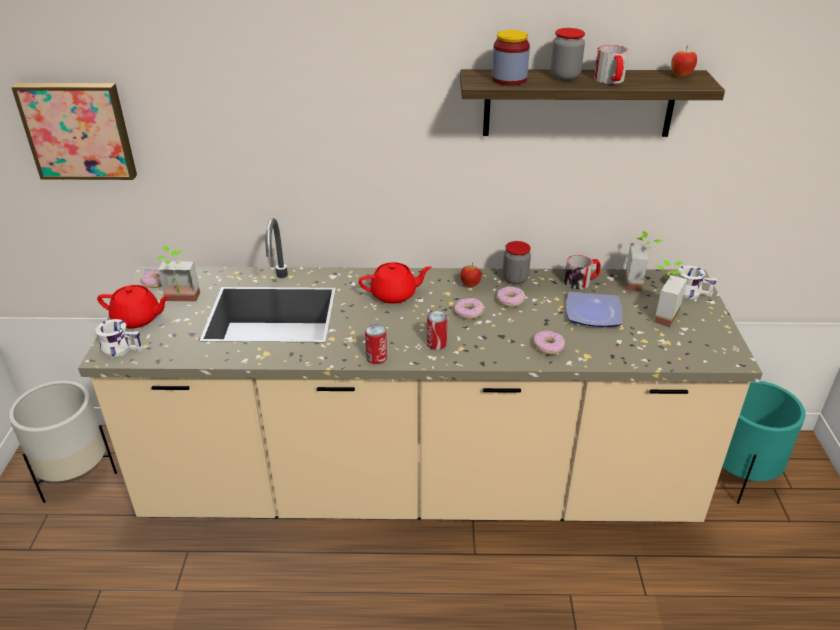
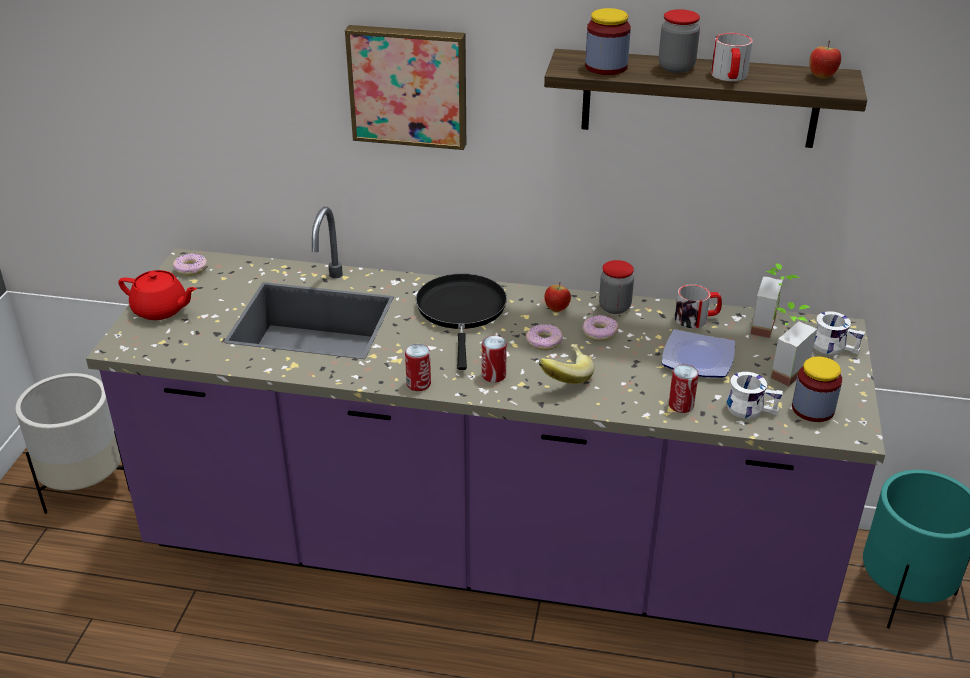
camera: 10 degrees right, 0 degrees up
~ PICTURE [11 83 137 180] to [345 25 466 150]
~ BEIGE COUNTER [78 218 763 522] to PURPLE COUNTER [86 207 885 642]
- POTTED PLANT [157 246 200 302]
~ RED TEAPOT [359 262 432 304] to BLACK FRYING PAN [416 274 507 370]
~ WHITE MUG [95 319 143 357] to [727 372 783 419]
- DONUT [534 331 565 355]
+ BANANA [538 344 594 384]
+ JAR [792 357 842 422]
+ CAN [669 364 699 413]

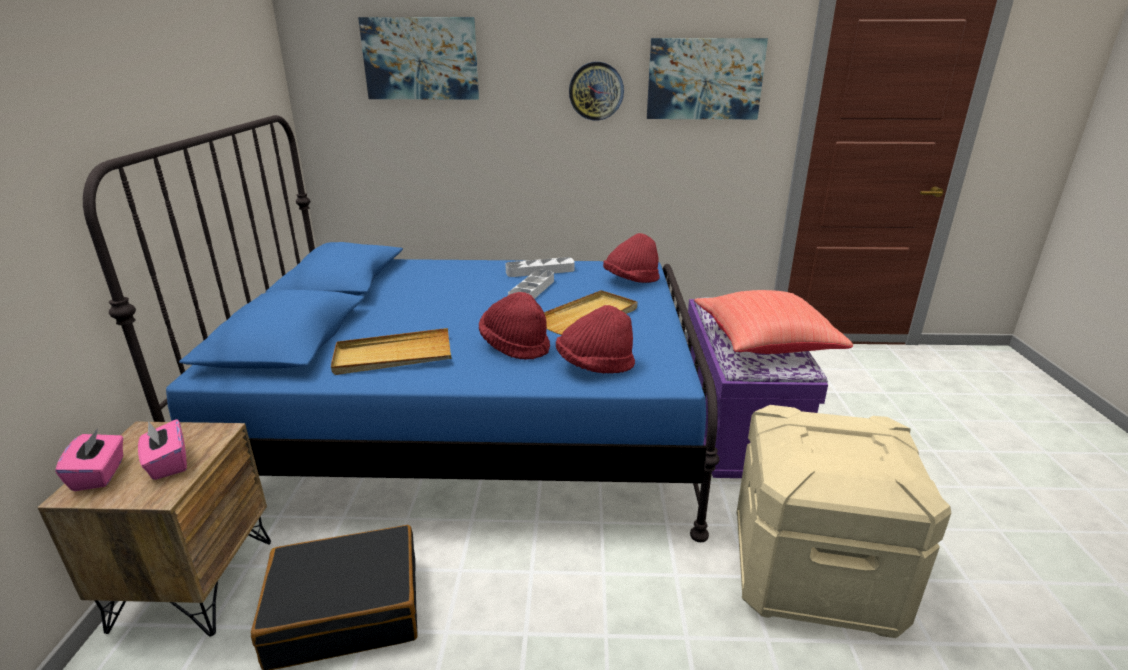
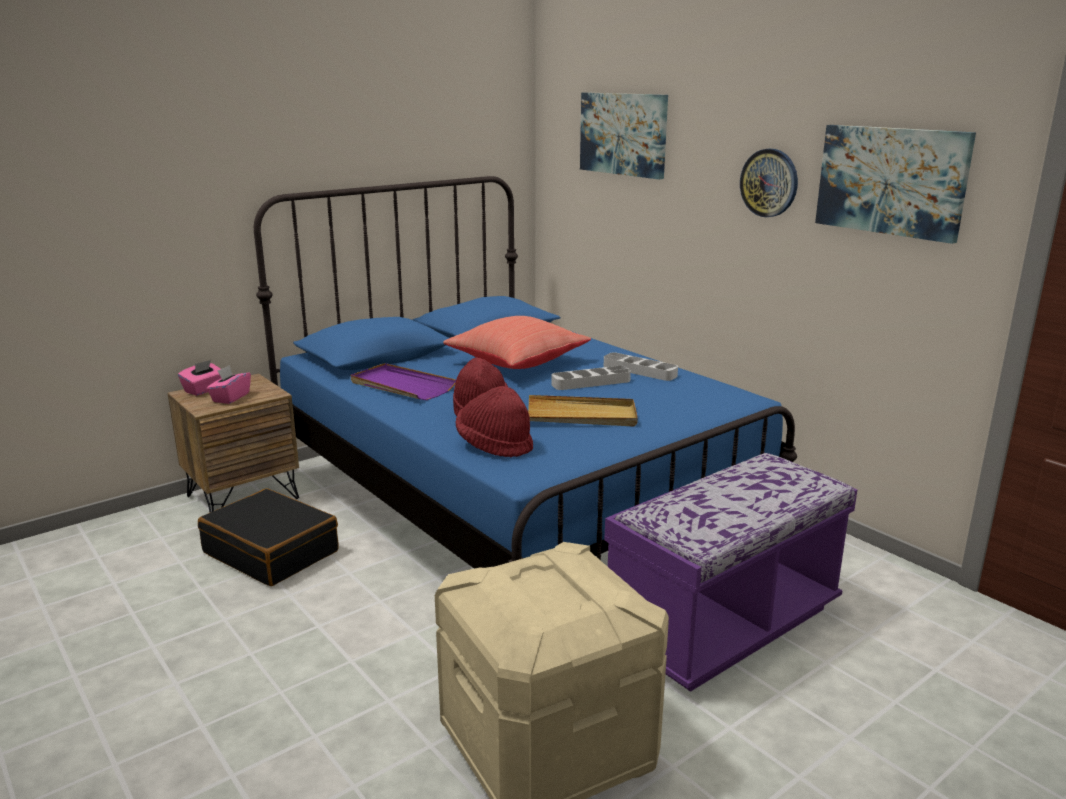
camera: 50 degrees right, 5 degrees down
- RED HAT [603 233 660 283]
~ RED PILLOW [694 290 853 354] to [443 316 591 369]
~ BEIGE TRAY [331 328 451 375] to PURPLE TRAY [351 363 456 400]

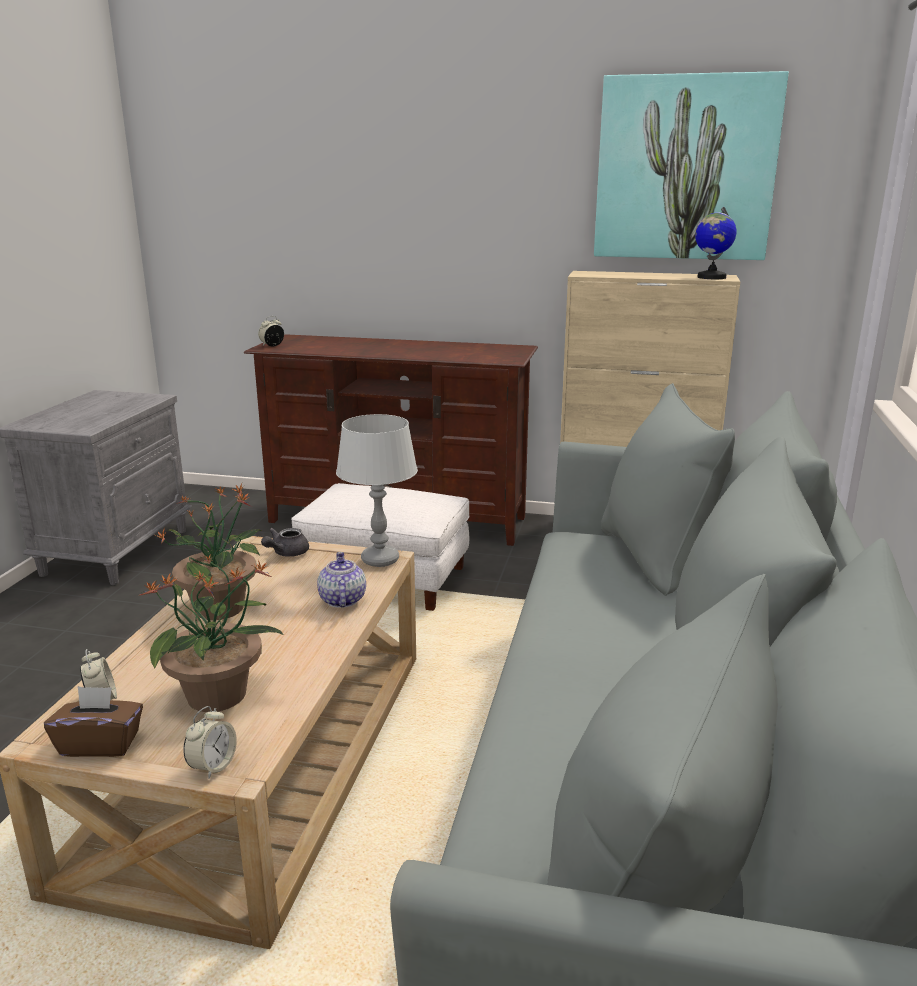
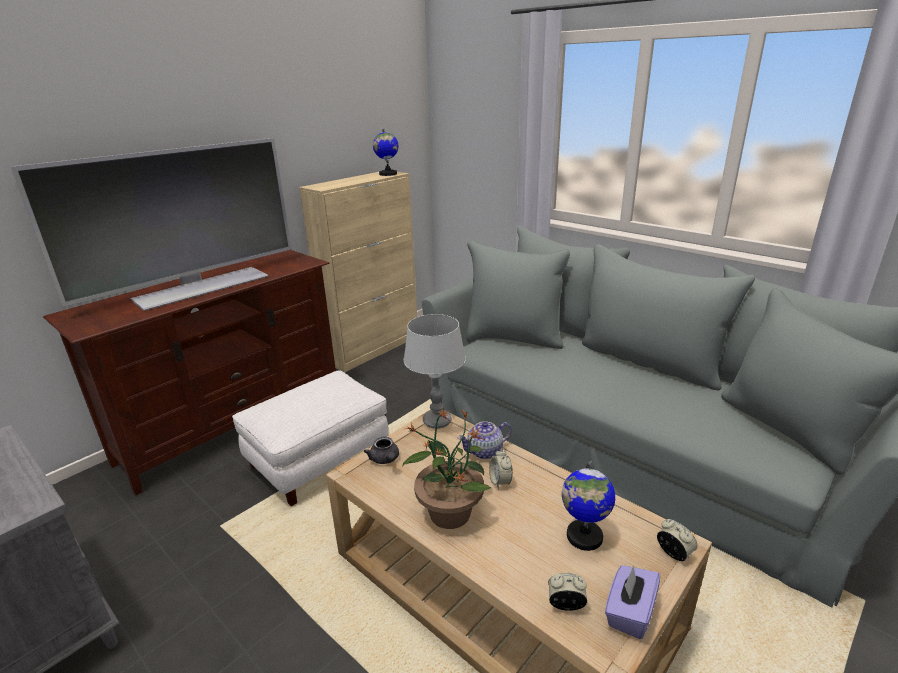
camera: 60 degrees left, 5 degrees up
- PICTURE [594 71 789 260]
~ ALARM CLOCK [258 316 284 347] to [489 449 513 489]
~ TEAPOT [317 552 366 608] = [458 422 511 459] 45 degrees counterclockwise
~ POTTED PLANT [138 555 283 712] to GLOBE [562 461 615 551]
~ BROWN TISSUE BOX [44 686 143 757] to PURPLE TISSUE BOX [605 565 660 639]
+ TELEVISION [10 138 292 311]

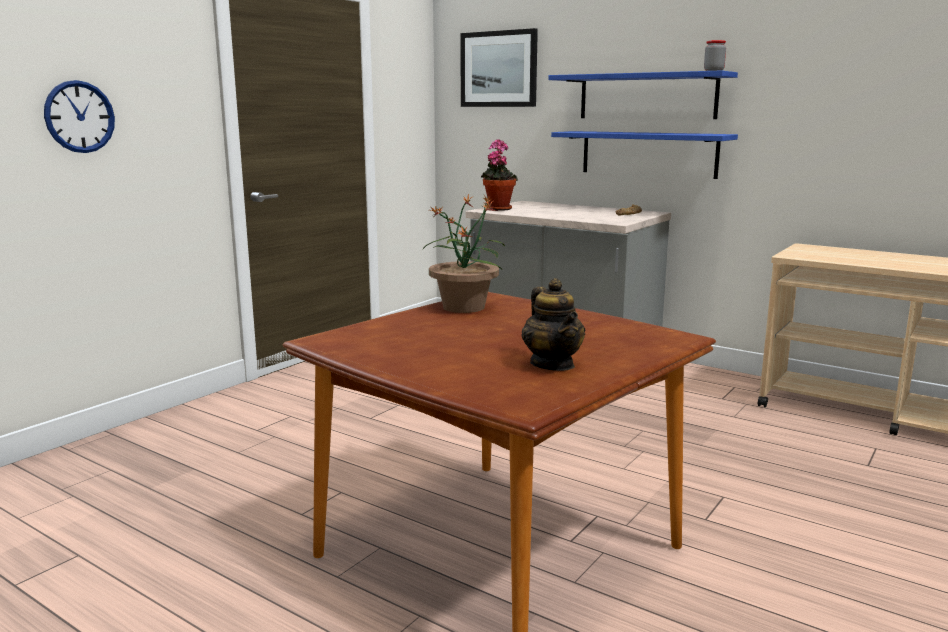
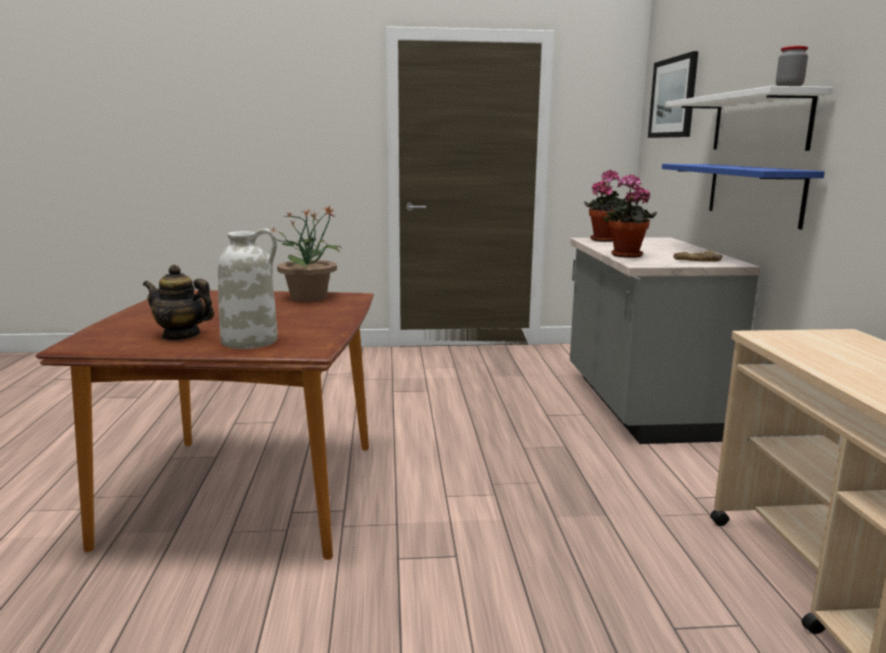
camera: 50 degrees right, 0 degrees up
~ BLUE SHELF [548 70 738 119] to WHITE SHELF [665 86 833 151]
- WALL CLOCK [44 80 115 153]
~ TEAPOT [522 278 585 371] = [143 265 214 341] 75 degrees clockwise
+ POTTED PLANT [603 174 657 258]
+ WHITE VASE [218 228 278 349]

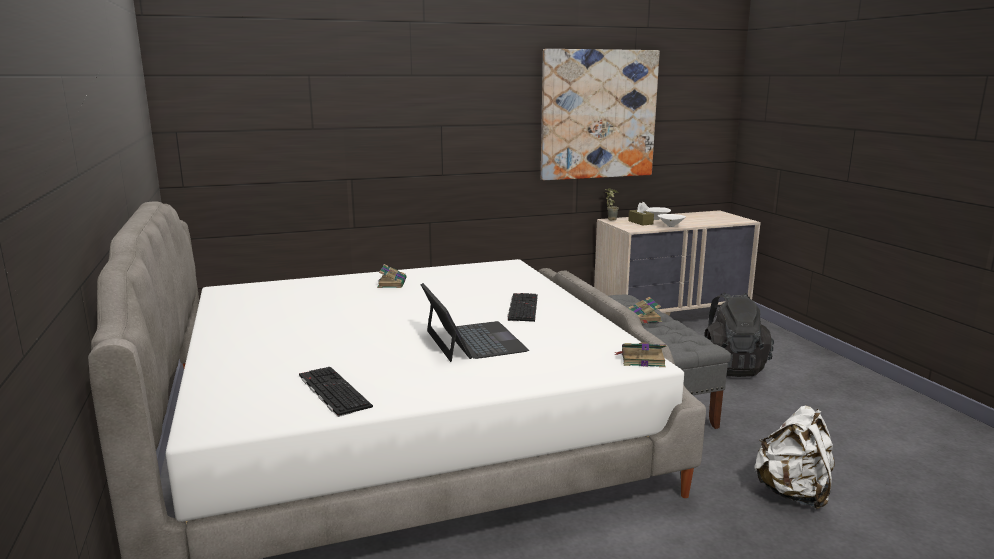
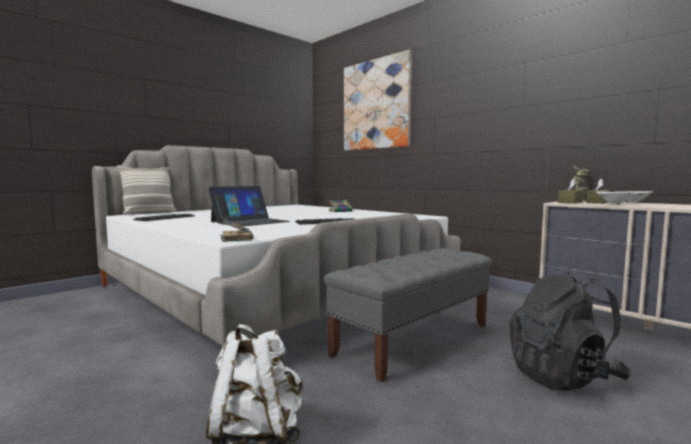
camera: 65 degrees right, 10 degrees down
~ PICTURE [541 49 660 180] to [344 50 412 151]
- BOOK [628 297 662 324]
+ PILLOW [117 165 176 215]
+ BROWN TISSUE BOX [558 178 584 204]

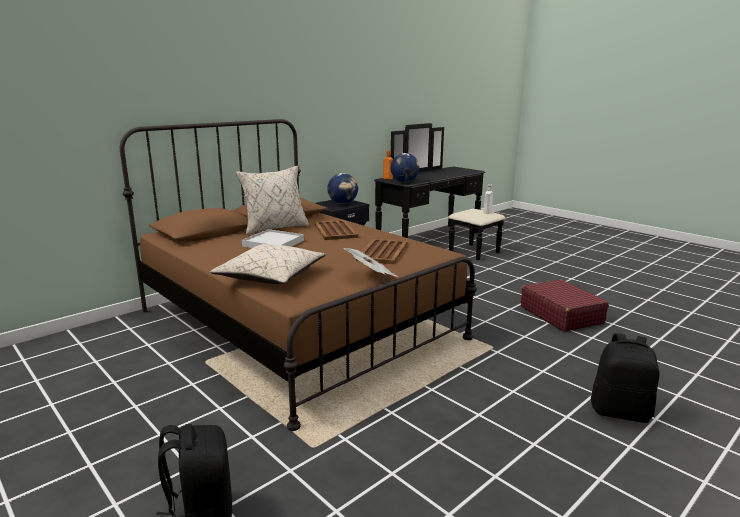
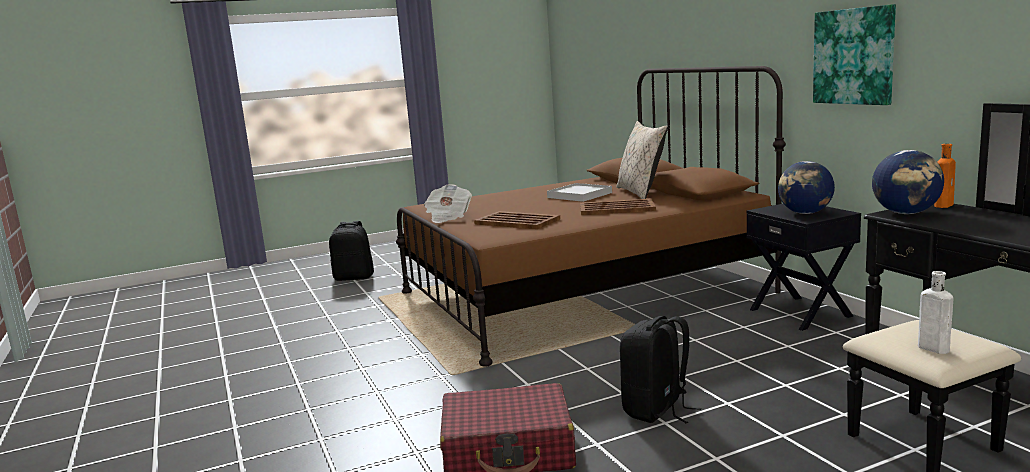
camera: 110 degrees right, 5 degrees down
- BEIGE PILLOW [210 244 326 284]
~ BLACK BACKPACK [591 333 660 423] to [620 316 701 424]
+ PICTURE [813 4 896 105]

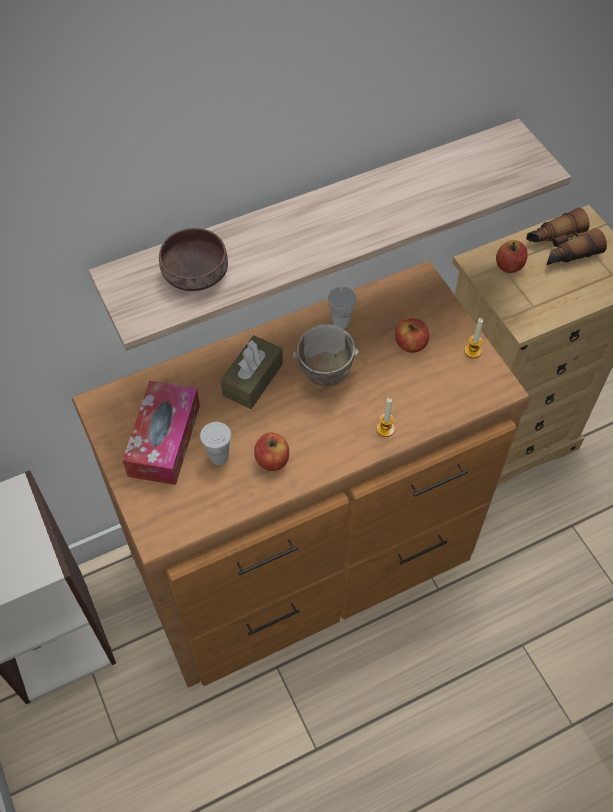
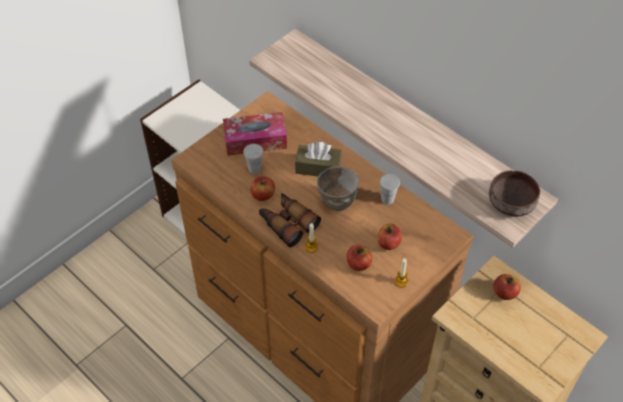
camera: 70 degrees right, 5 degrees down
~ BINOCULARS [526 208 607 265] to [259 193 321 247]
~ BROWN BOWL [159 228 228 291] to [489 170 540 217]
+ APPLE [346 245 372 271]

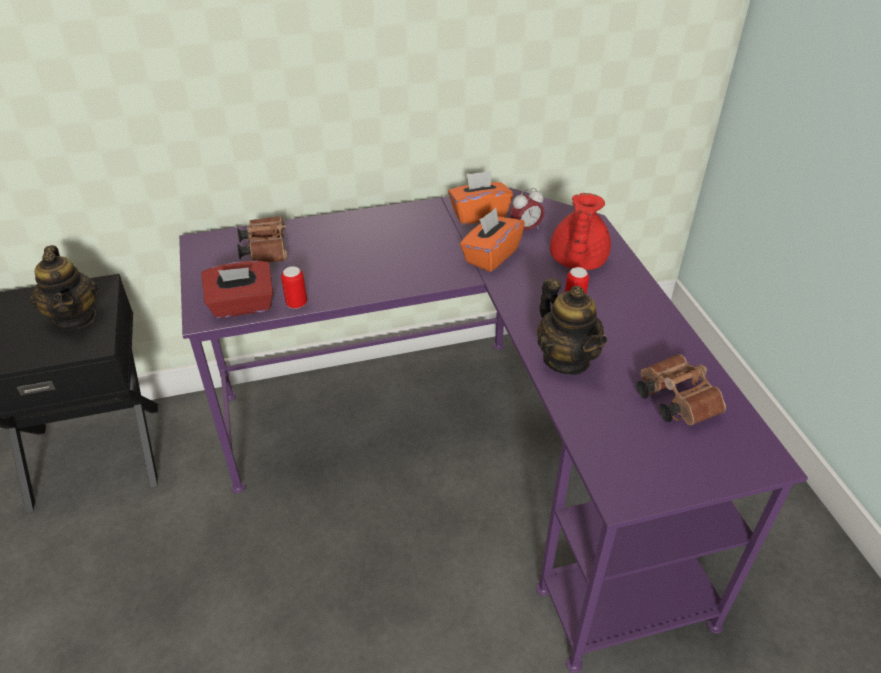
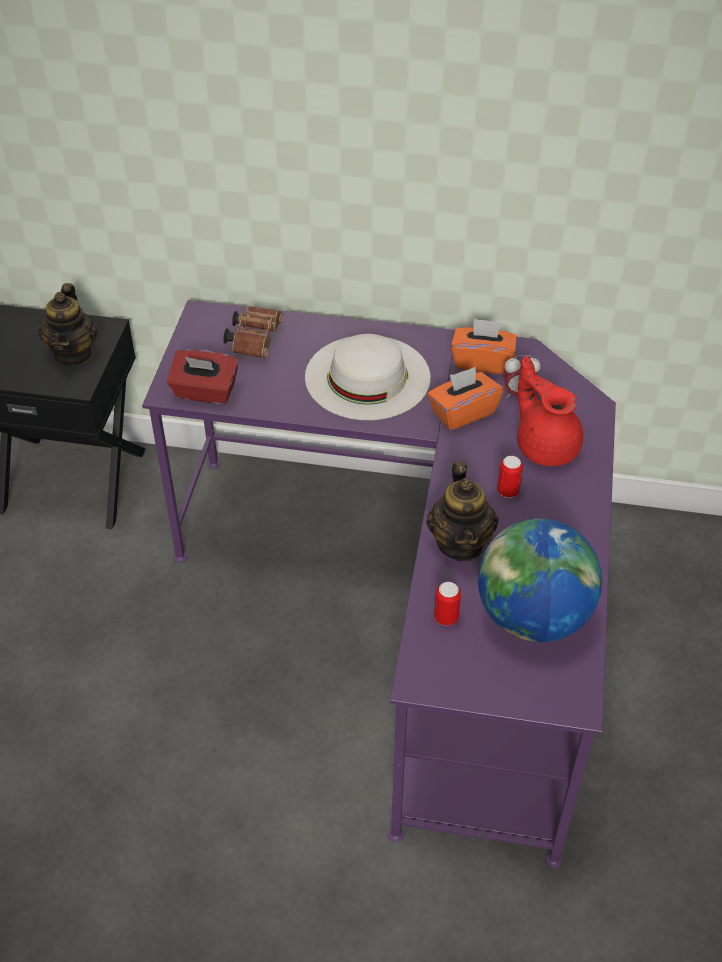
camera: 25 degrees right, 5 degrees up
~ RED TEAPOT [550 193 611 270] = [517 356 583 466] 105 degrees clockwise
~ CAN [281 266 307 309] to [434 582 461 626]
~ BROWN BINOCULARS [636 354 726 426] to GLOBE [478 519 602 642]
+ WHITE HAT [305 334 431 420]

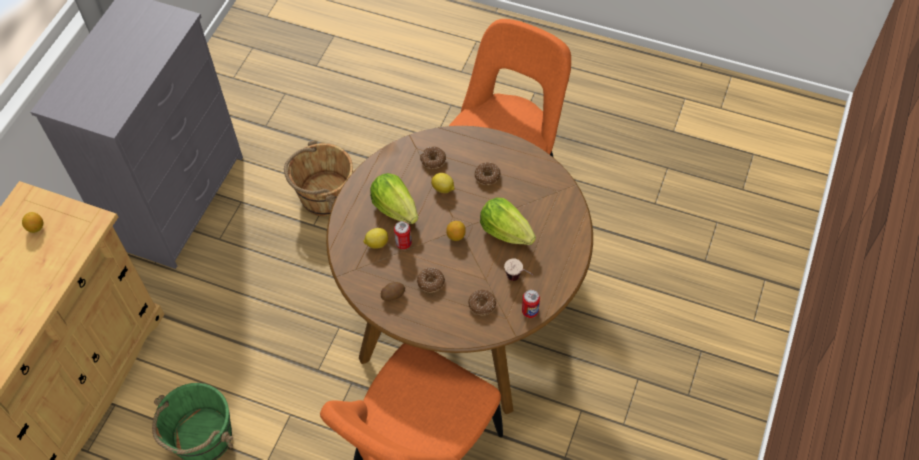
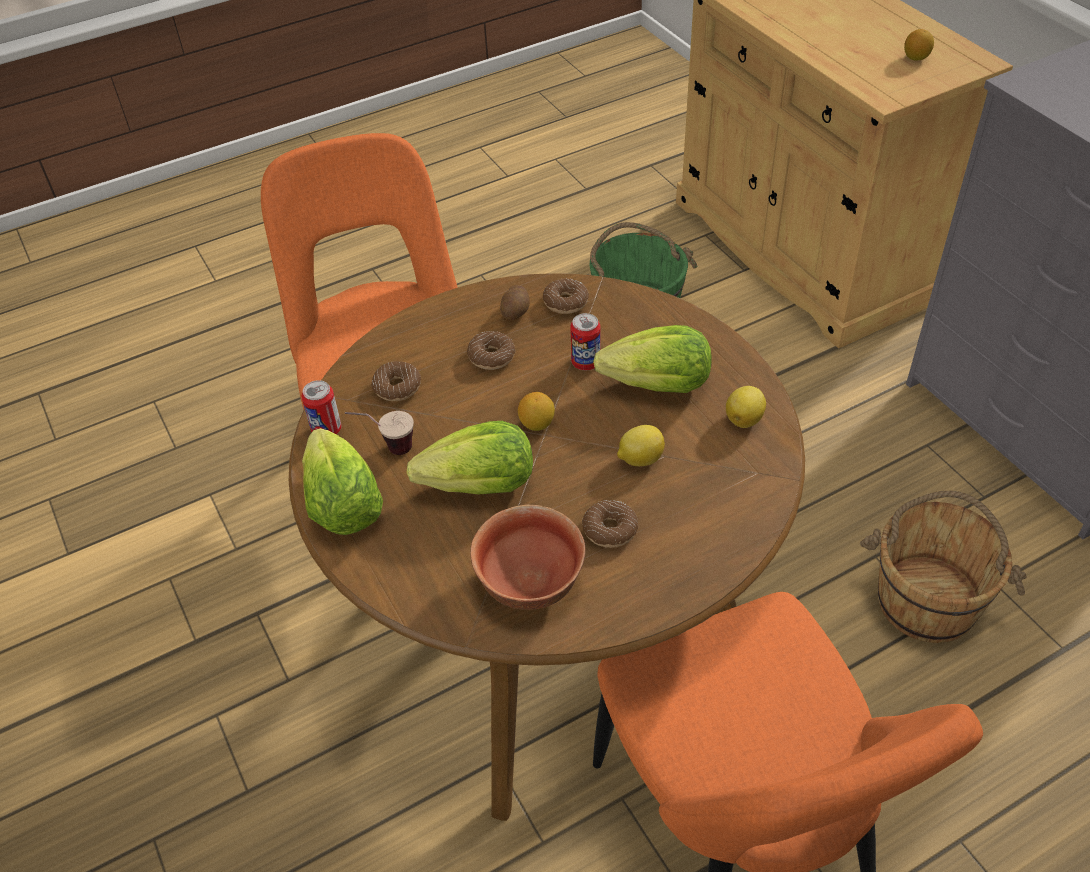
camera: 130 degrees right, 10 degrees down
~ DONUT [420 146 446 169] to [543 278 589 314]
~ LEMON [364 228 388 249] to [726 386 766 428]
+ LETTUCE [302 428 383 535]
+ BOWL [470 505 585 610]

